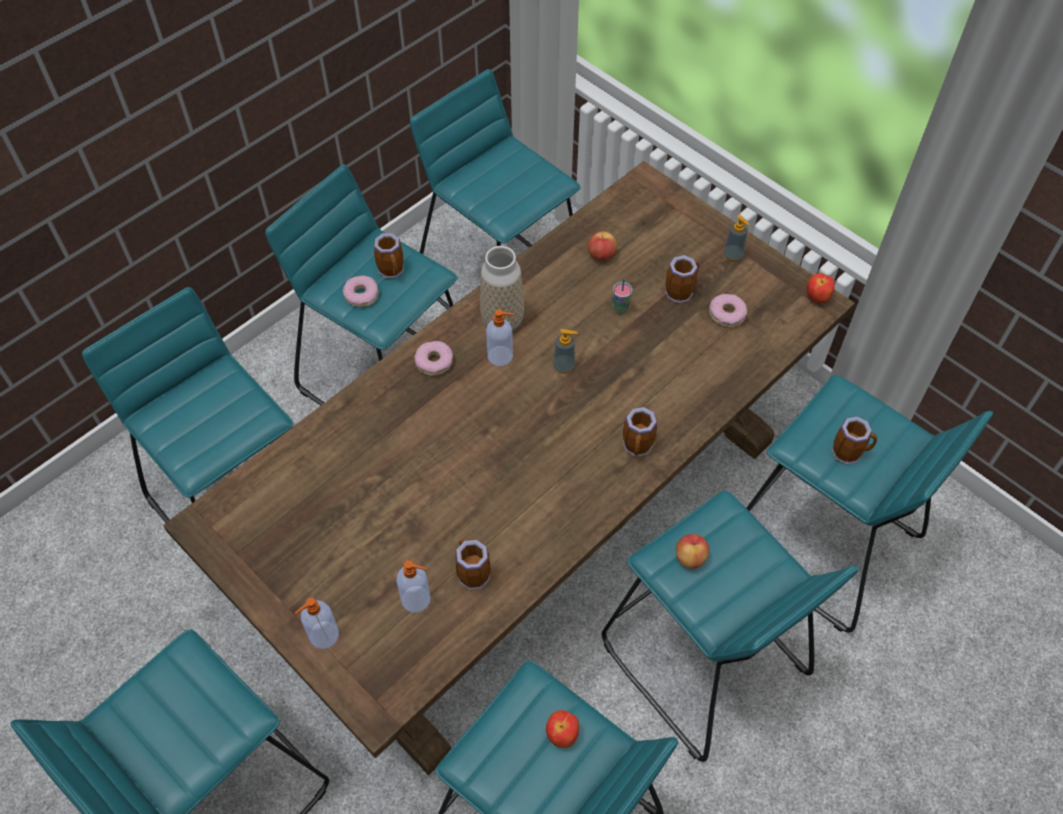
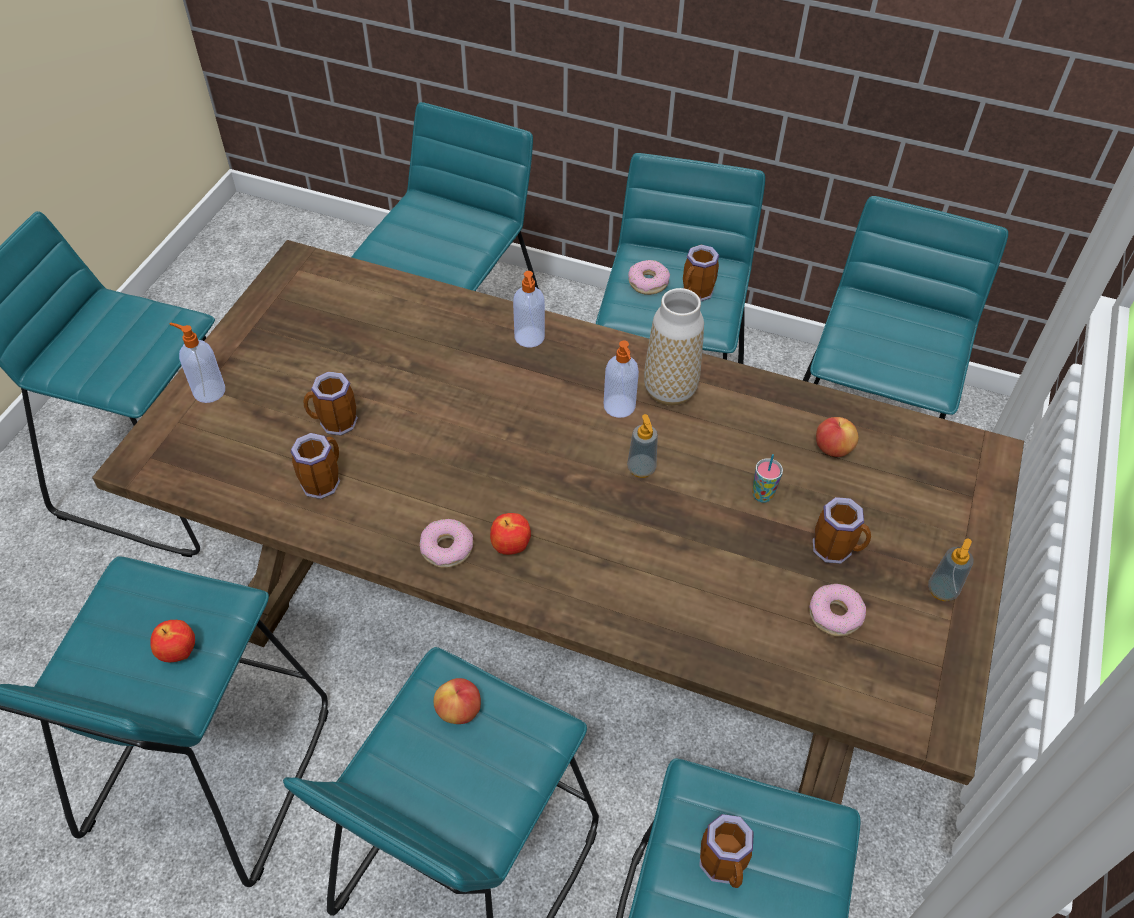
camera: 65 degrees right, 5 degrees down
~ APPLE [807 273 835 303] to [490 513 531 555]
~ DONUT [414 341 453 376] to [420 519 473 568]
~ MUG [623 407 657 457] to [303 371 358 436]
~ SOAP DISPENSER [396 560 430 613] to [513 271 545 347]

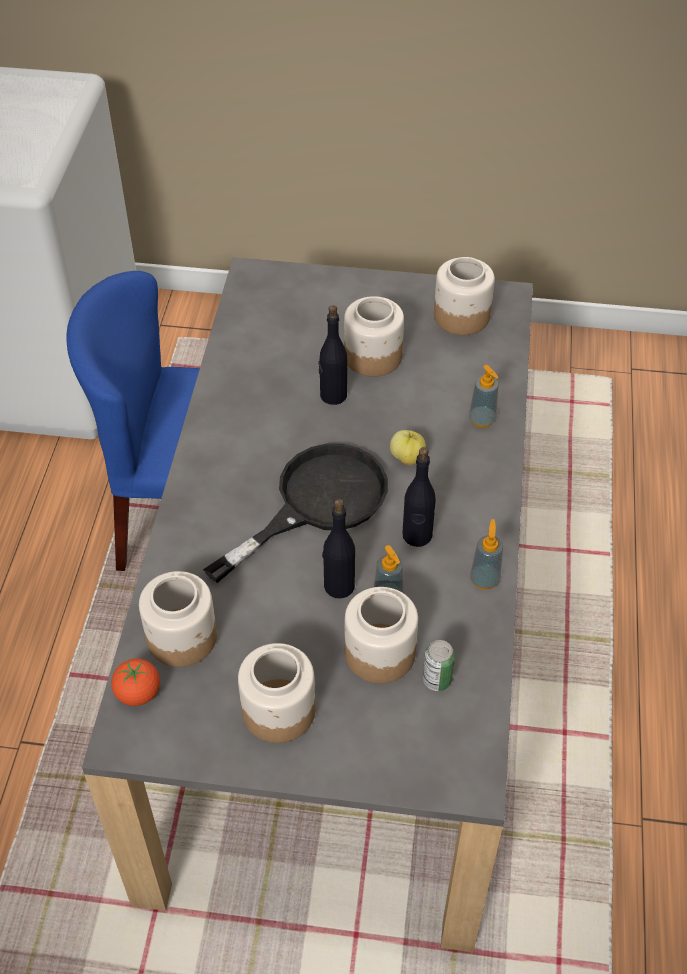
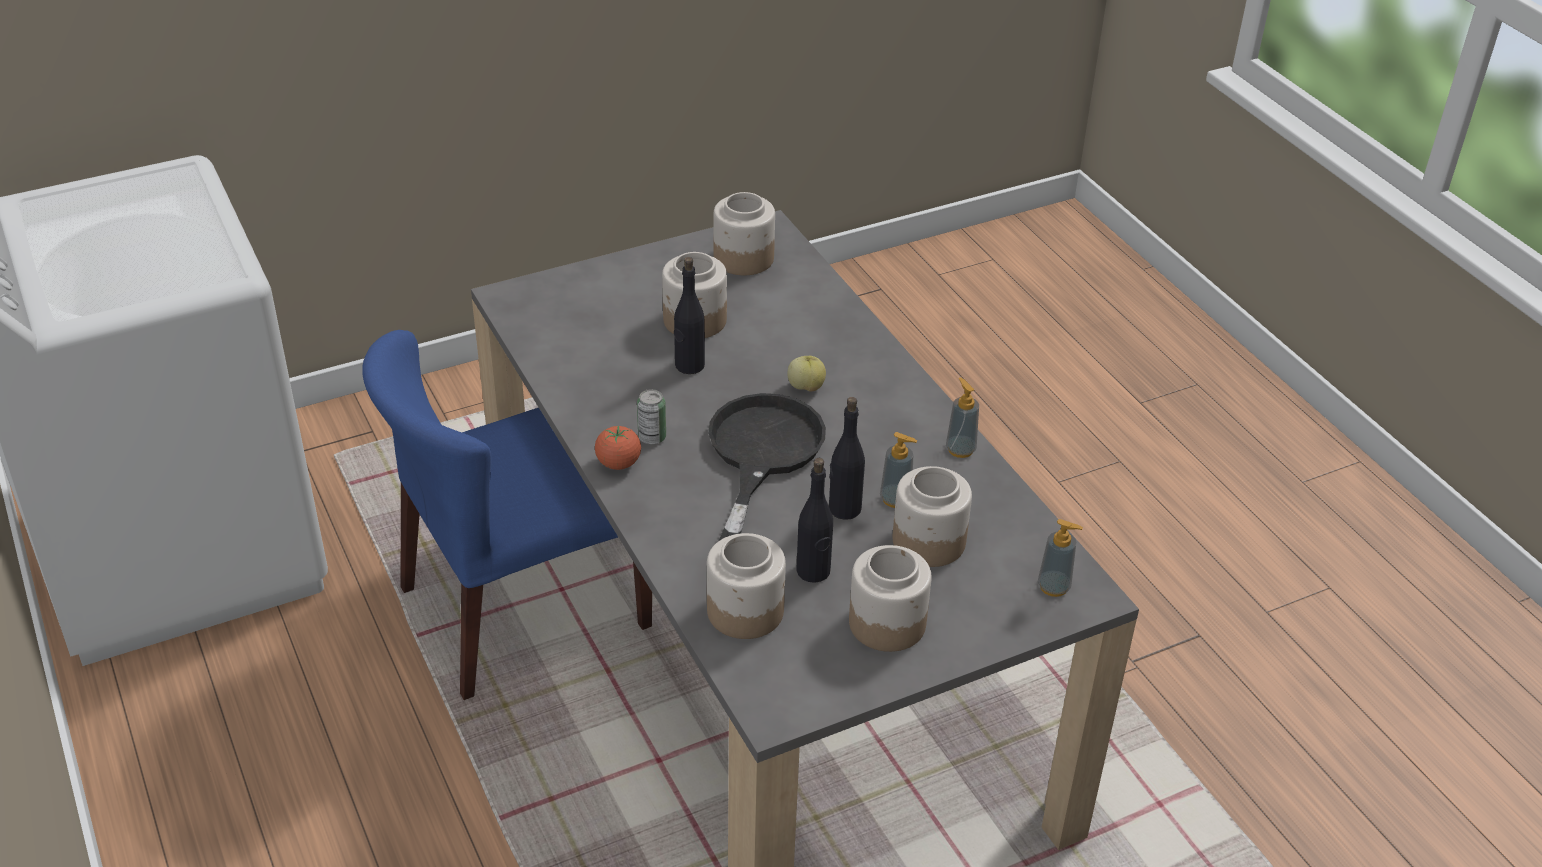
camera: 35 degrees left, 10 degrees down
~ SOAP DISPENSER [469 365 499 428] to [1038 519 1083 597]
~ BLACK BOTTLE [402 447 436 547] to [796 458 833 583]
~ CAN [423 640 455 691] to [637 389 666 445]
~ TOMATO [111 659 160 706] to [595 426 641 470]

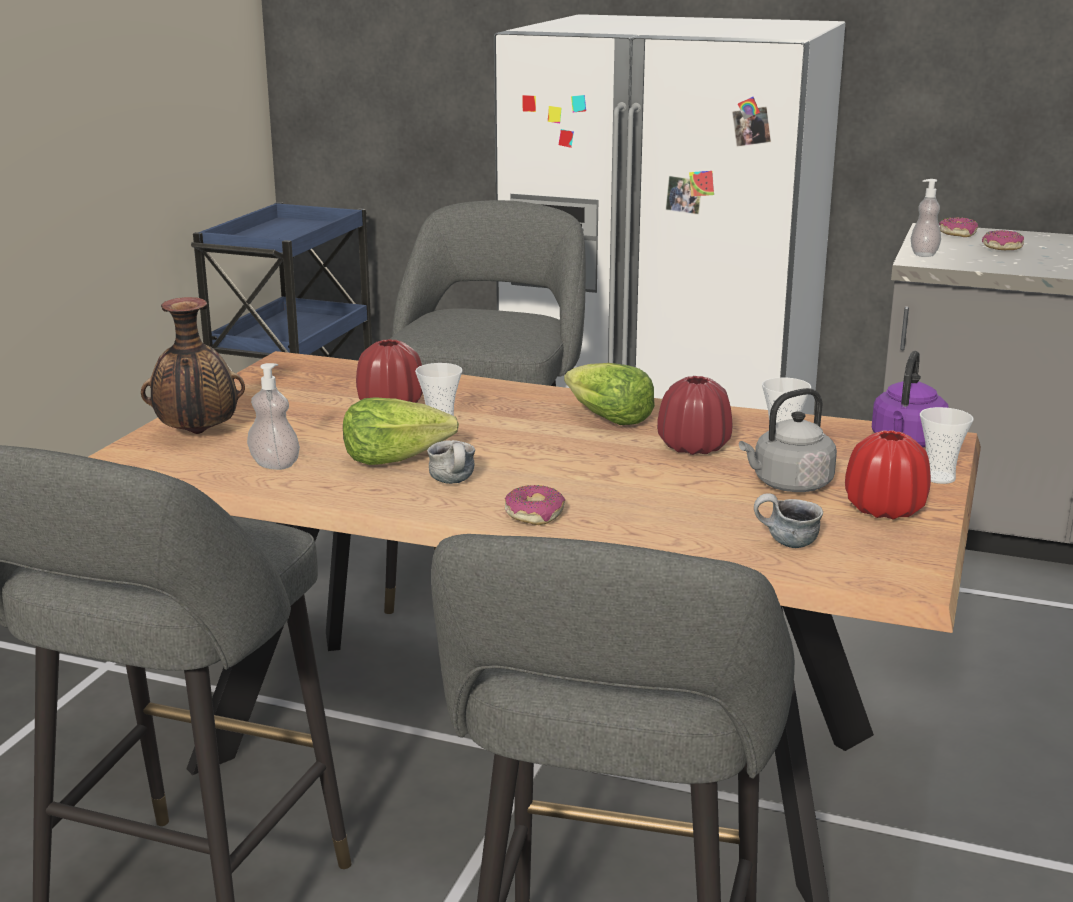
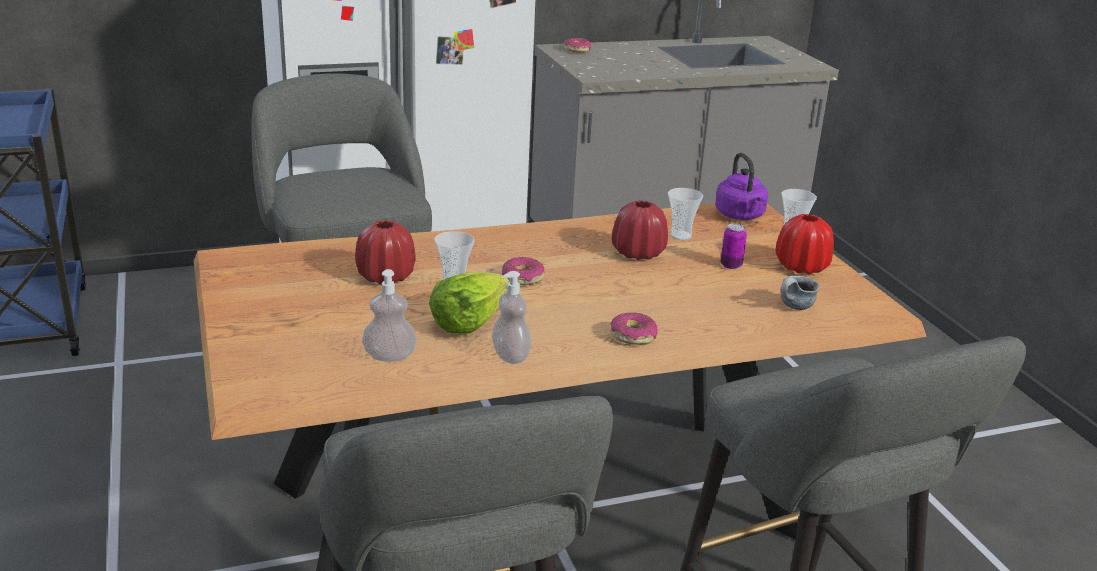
camera: 40 degrees left, 5 degrees up
~ SOAP DISPENSER [911 179 941 257] to [492 271 531 364]
~ DONUT [982 230 1024 250] to [502 257 544 285]
- VASE [141 297 245 434]
- LETTUCE [564 363 655 425]
~ GREY KETTLE [739 388 837 492] to CAN [720 223 747 269]
- MUG [427 440 475 484]

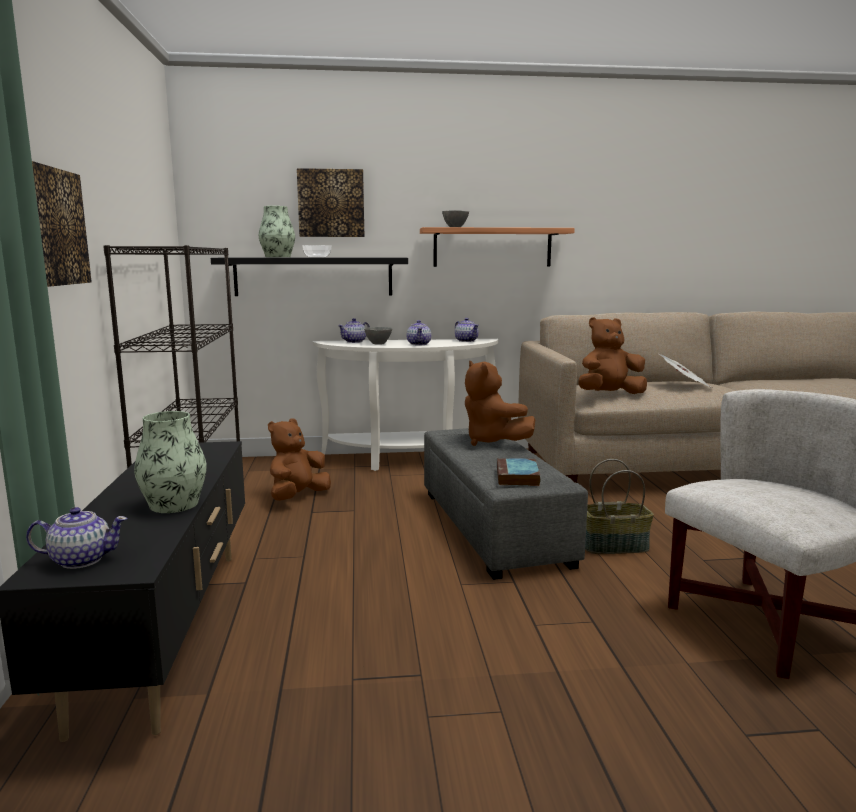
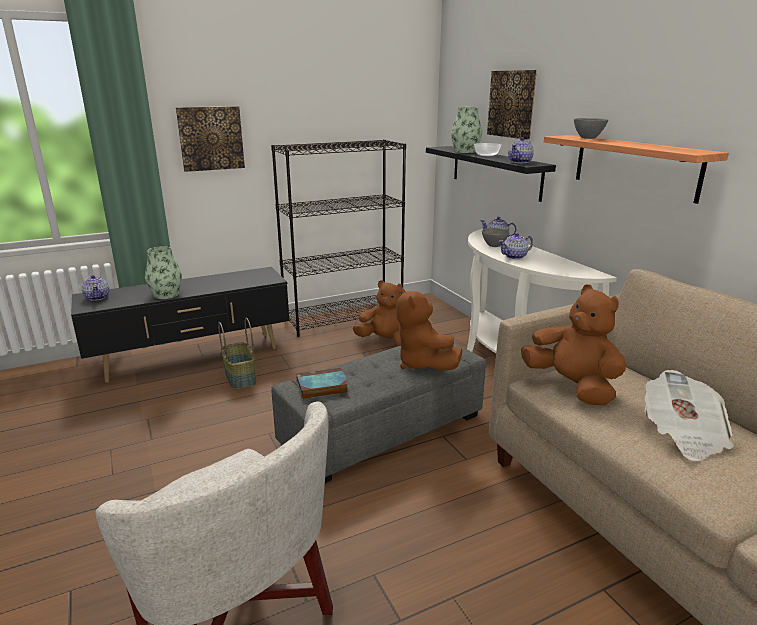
camera: 70 degrees right, 10 degrees up
~ TEAPOT [455 318 479 342] to [508 137 534 163]
~ BROWN PLUSH TOY [465 361 535 446] = [396 287 462 371] 60 degrees counterclockwise
~ BASKET [585 459 654 554] to [218 317 256 389]

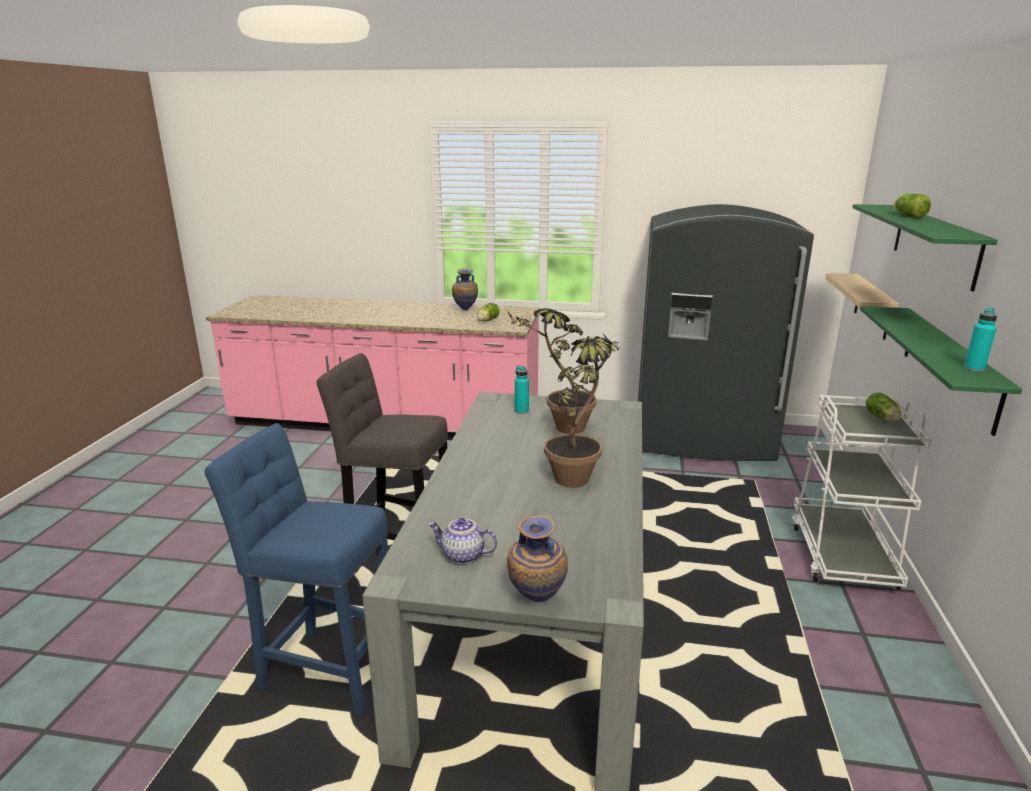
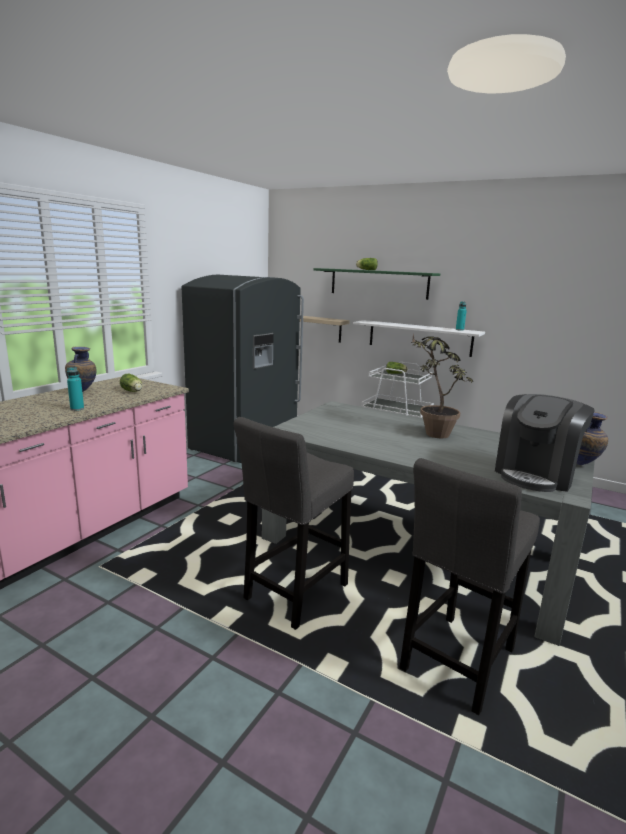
camera: 70 degrees left, 5 degrees down
~ GREEN SHELF [860 306 1022 436] to WHITE SHELF [353 320 485 357]
- POTTED PLANT [505 308 599 434]
~ TURQUOISE BOTTLE [515 365 529 414] to [67 367 84 411]
~ BLUE STOOL [205 423 388 716] to GREY STOOL [399 458 540 715]
~ TEAPOT [428 518 497 564] to COFFEE MACHINE [495 394 595 492]

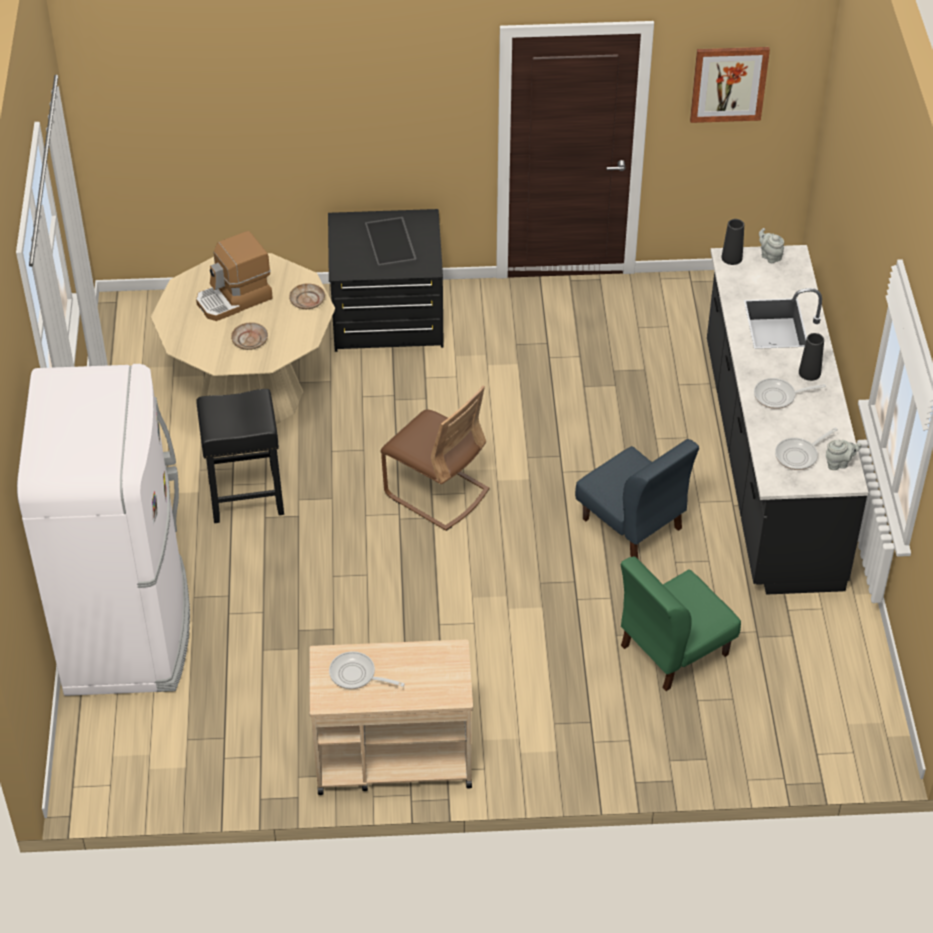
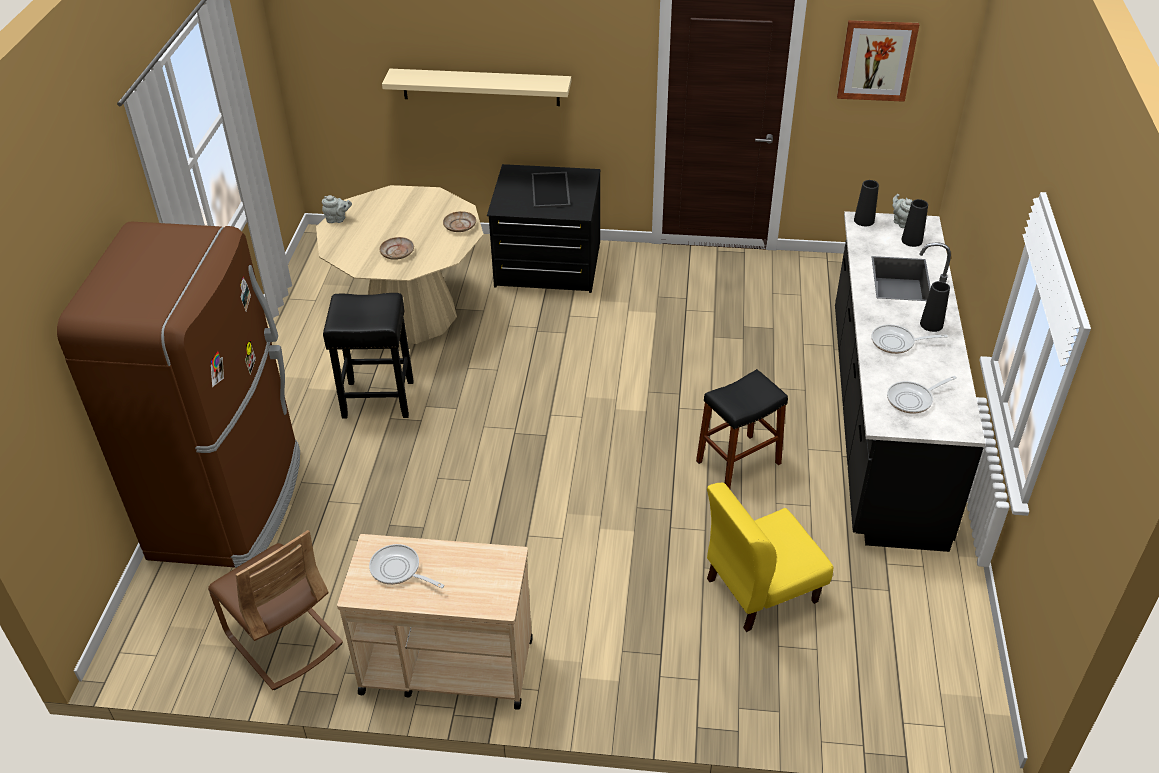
camera: 10 degrees right, 5 degrees down
- COFFEE MACHINE [196 231 273 321]
~ WHITE FRIDGE [17 364 190 696] to BROWN FRIDGE [57 222 300 568]
~ BROWN CHAIR [380 386 489 531] to [208 530 343 690]
~ BLUE CHAIR [575 439 699 560] to BLACK STOOL [696 369 788 489]
~ GREY TEAPOT [826 440 861 470] to [322 195 352 223]
~ GREEN CHAIR [621 556 741 691] to YELLOW CHAIR [707 483 833 632]
+ BEIGE SHELF [382 69 571 106]
+ BLACK VASE [901 199 928 247]

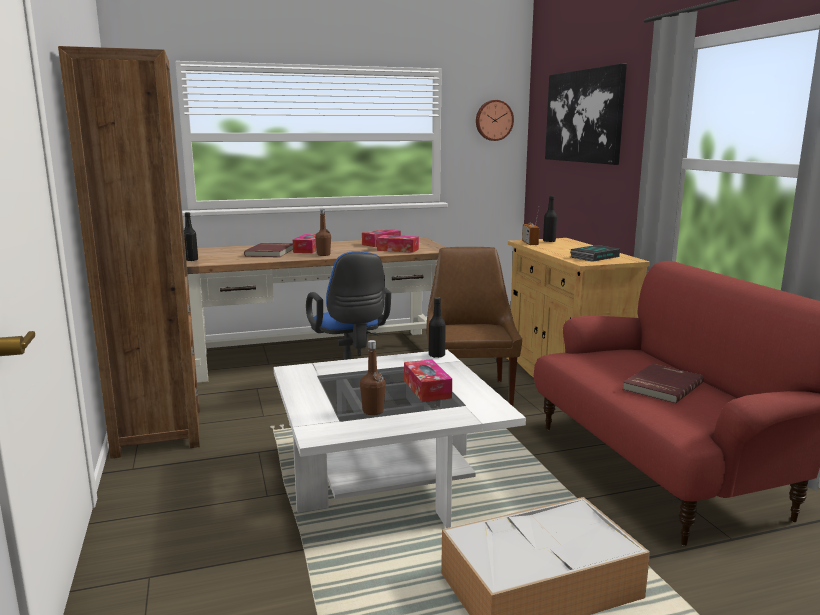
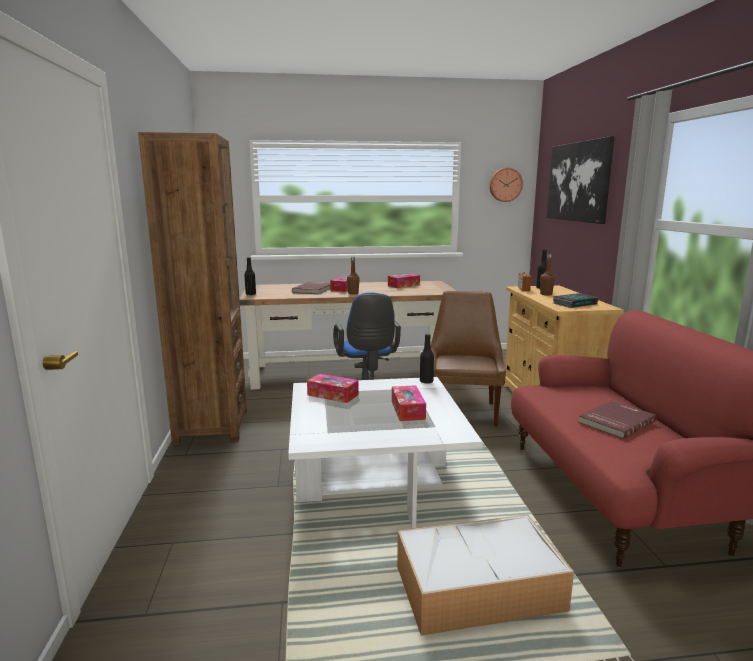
camera: 10 degrees right, 0 degrees up
~ TISSUE BOX [377 235 419 253] to [307 374 359 403]
~ BROWN BOTTLE [360 340 386 415] to [540 254 555 295]

